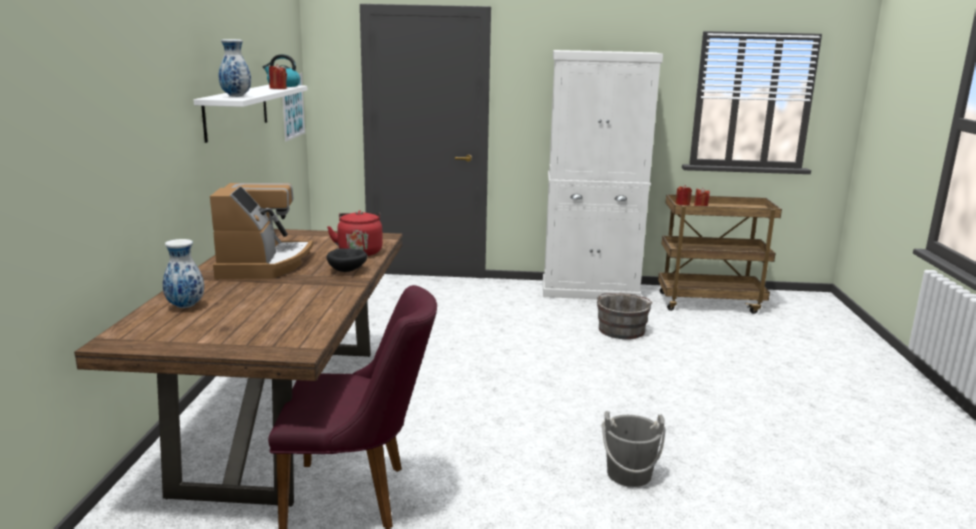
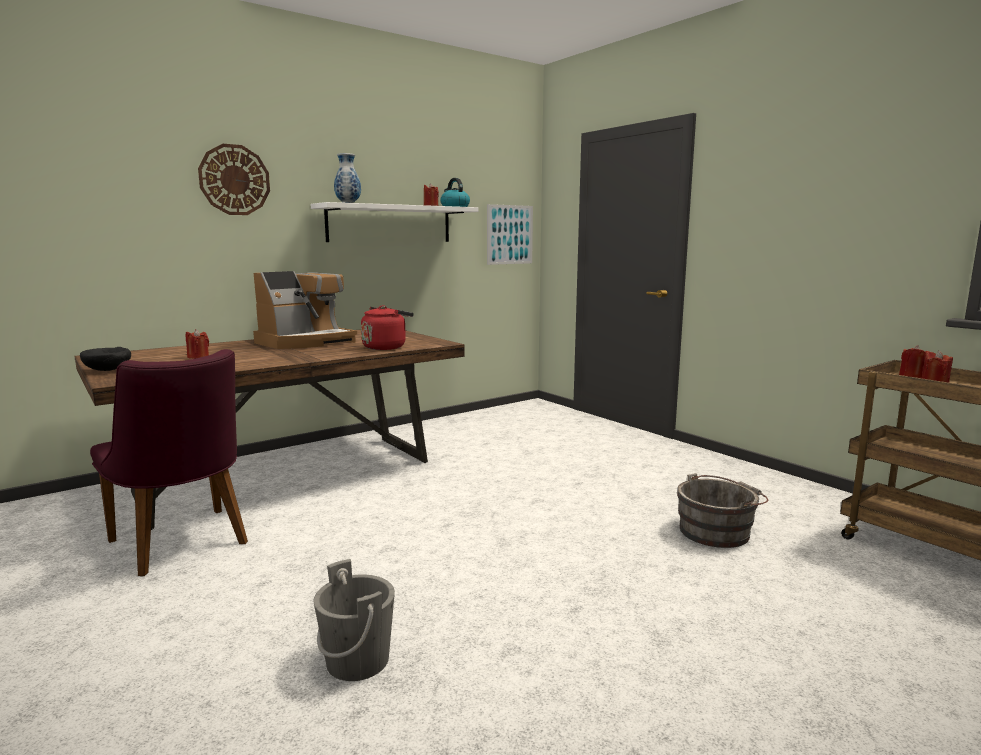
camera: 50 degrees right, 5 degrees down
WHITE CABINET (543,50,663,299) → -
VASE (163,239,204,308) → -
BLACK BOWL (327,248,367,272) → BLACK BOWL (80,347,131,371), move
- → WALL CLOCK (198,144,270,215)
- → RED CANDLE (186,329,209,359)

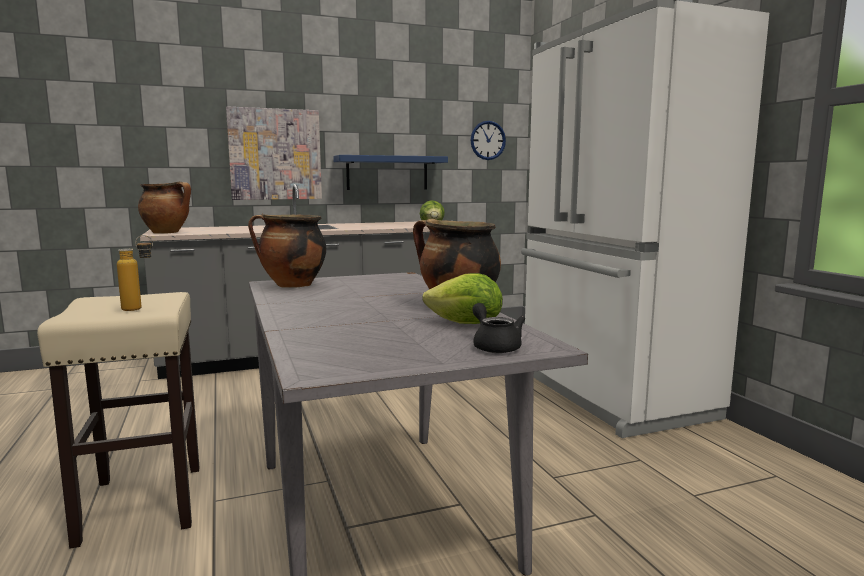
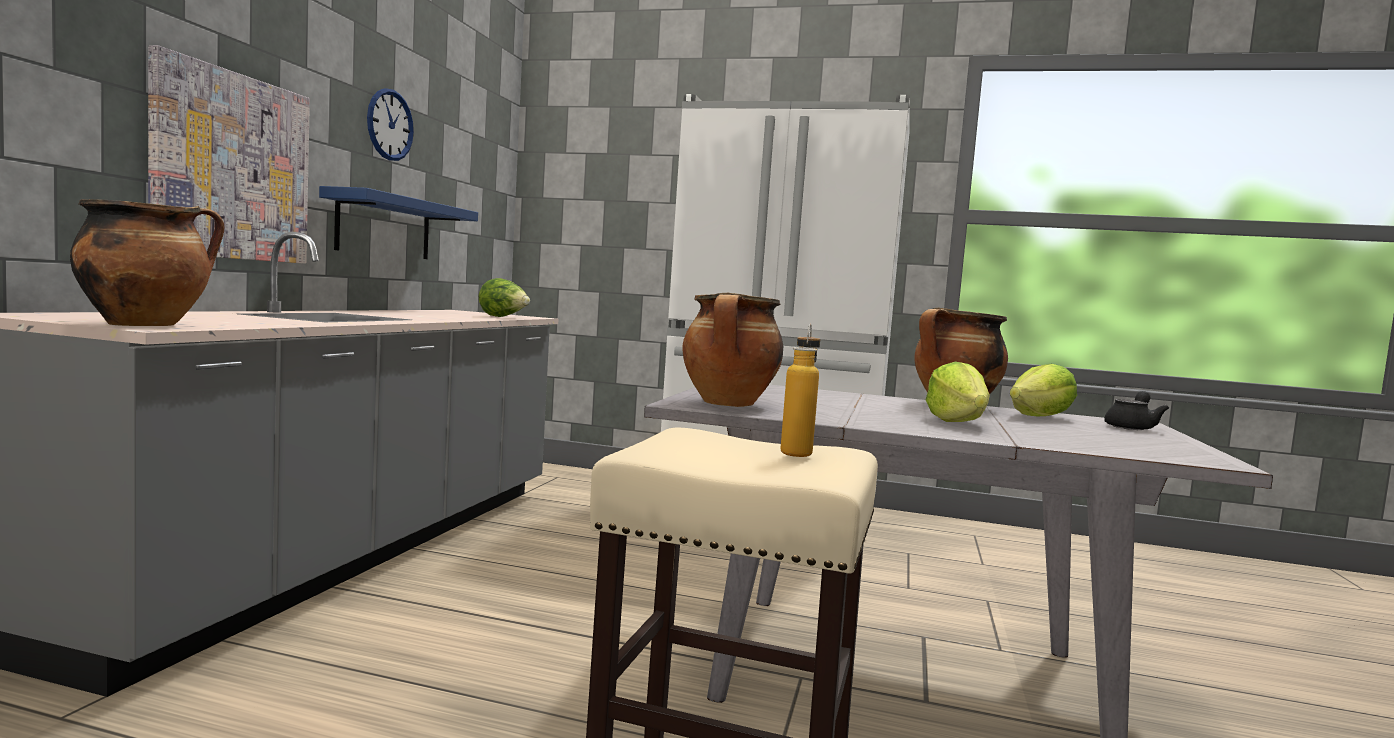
camera: 55 degrees left, 5 degrees down
WALL CLOCK (470,121,506,160) → WALL CLOCK (367,88,414,161), move
BLACK TEAPOT (472,303,525,353) → BLACK TEAPOT (1104,391,1169,430), 120 degrees clockwise
- → LETTUCE (925,361,990,422)

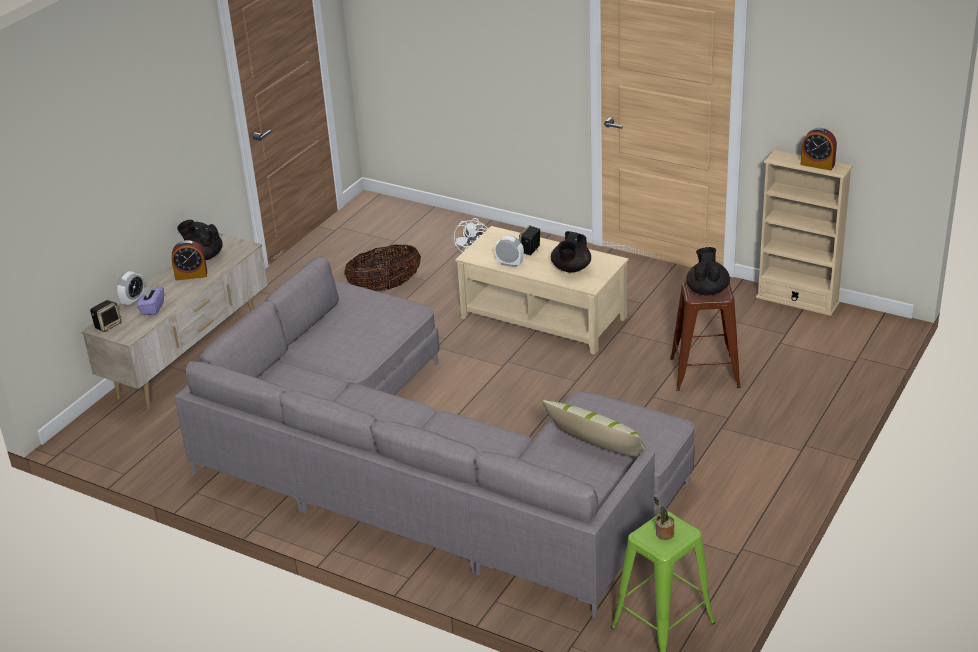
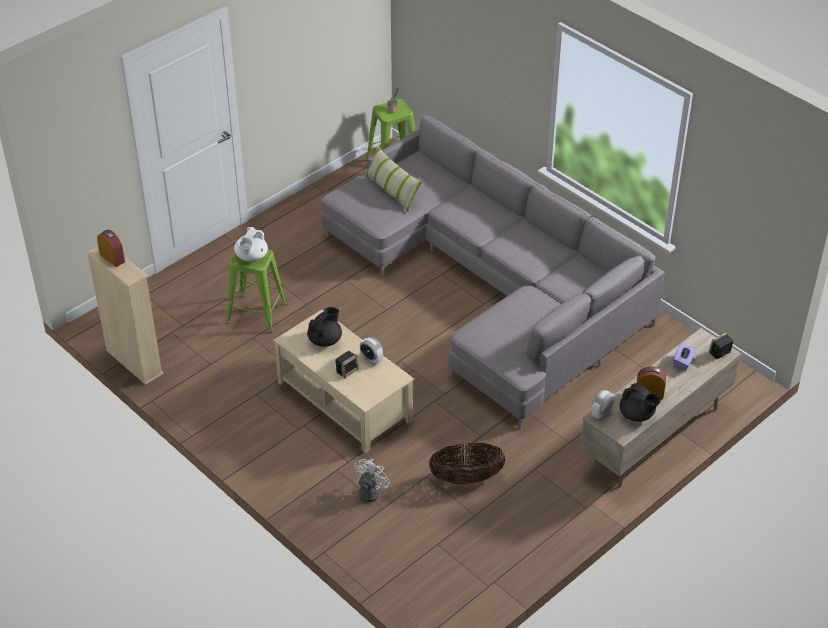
camera: 165 degrees left, 10 degrees up
BLACK TEAPOT (686,247,730,295) → WHITE TEAPOT (234,227,268,261)
ALARM CLOCK (117,271,144,306) → ALARM CLOCK (592,390,615,419), move
BROWN STOOL (670,281,741,391) → GREEN STOOL (226,250,287,333)

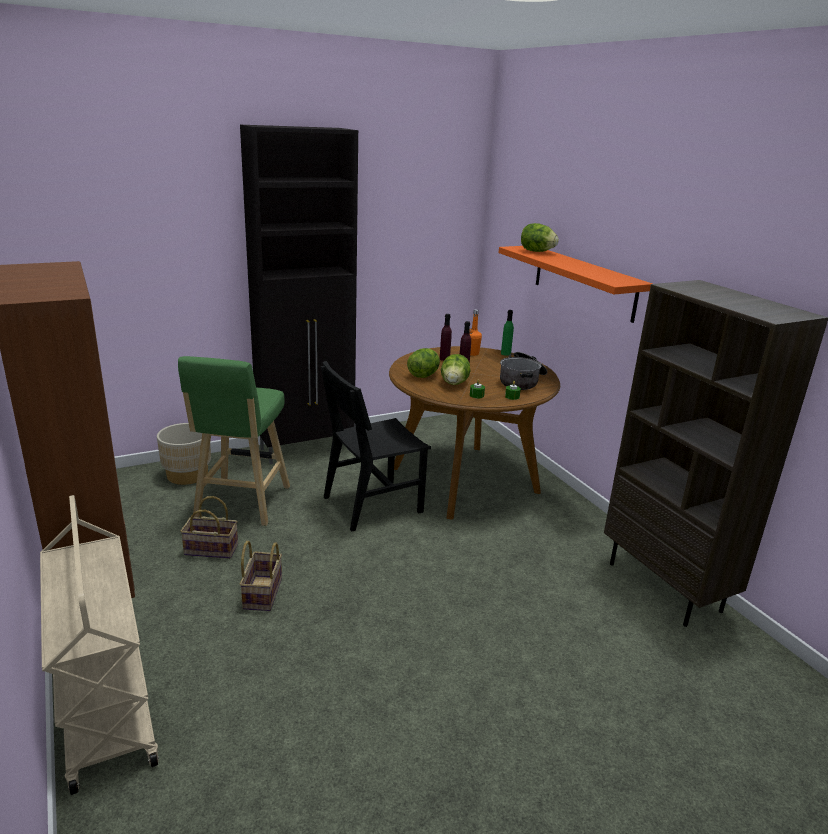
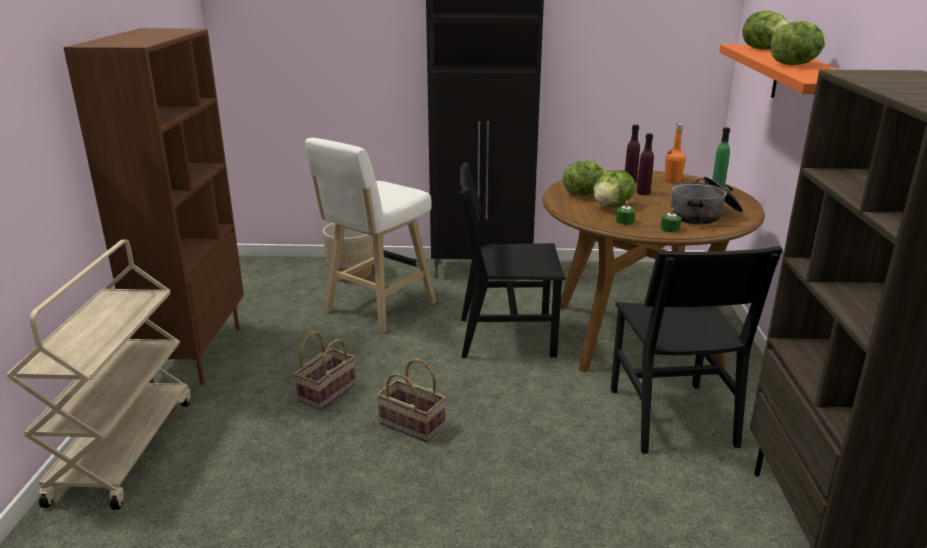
camera: 30 degrees right, 0 degrees up
GREEN STOOL (178,356,290,526) → WHITE STOOL (305,138,436,333)
BASKET (180,496,238,559) → BASKET (377,359,446,443), move
- → LETTUCE (770,21,825,65)
- → BLACK CHAIR (611,246,783,454)

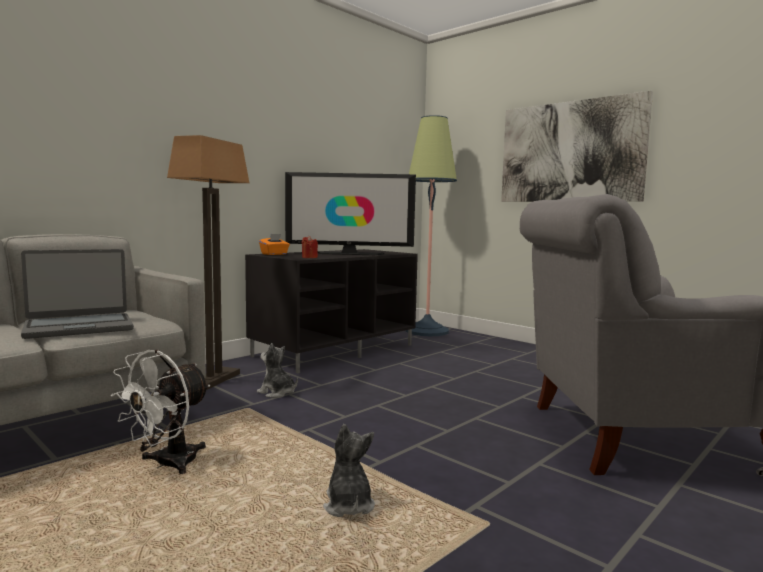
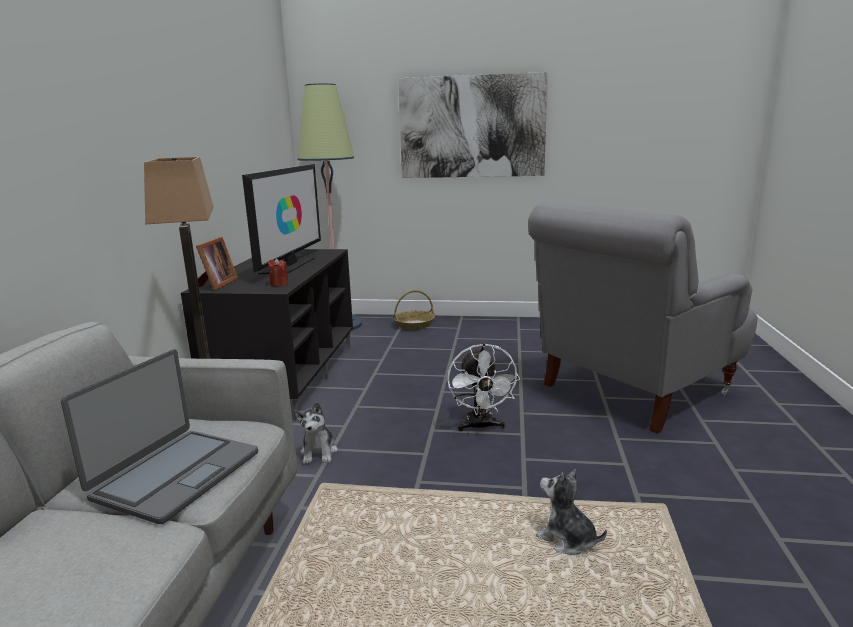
camera: 35 degrees left, 10 degrees up
TELEVISION (285,172,416,255) → TELEVISION (242,164,321,274), 45 degrees counterclockwise
ORANGE TISSUE BOX (259,234,290,255) → PICTURE FRAME (196,237,238,290)
PLUSH TOY (257,343,298,398) → PLUSH TOY (294,402,338,464), 90 degrees counterclockwise
WHITE FAN (110,350,210,474) → WHITE FAN (447,343,520,431), move
- → BASKET (393,290,435,330)

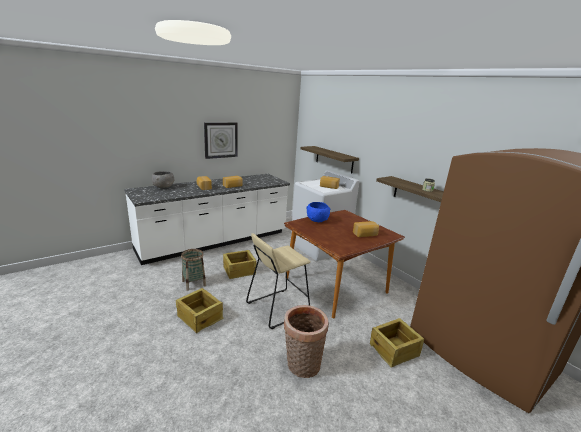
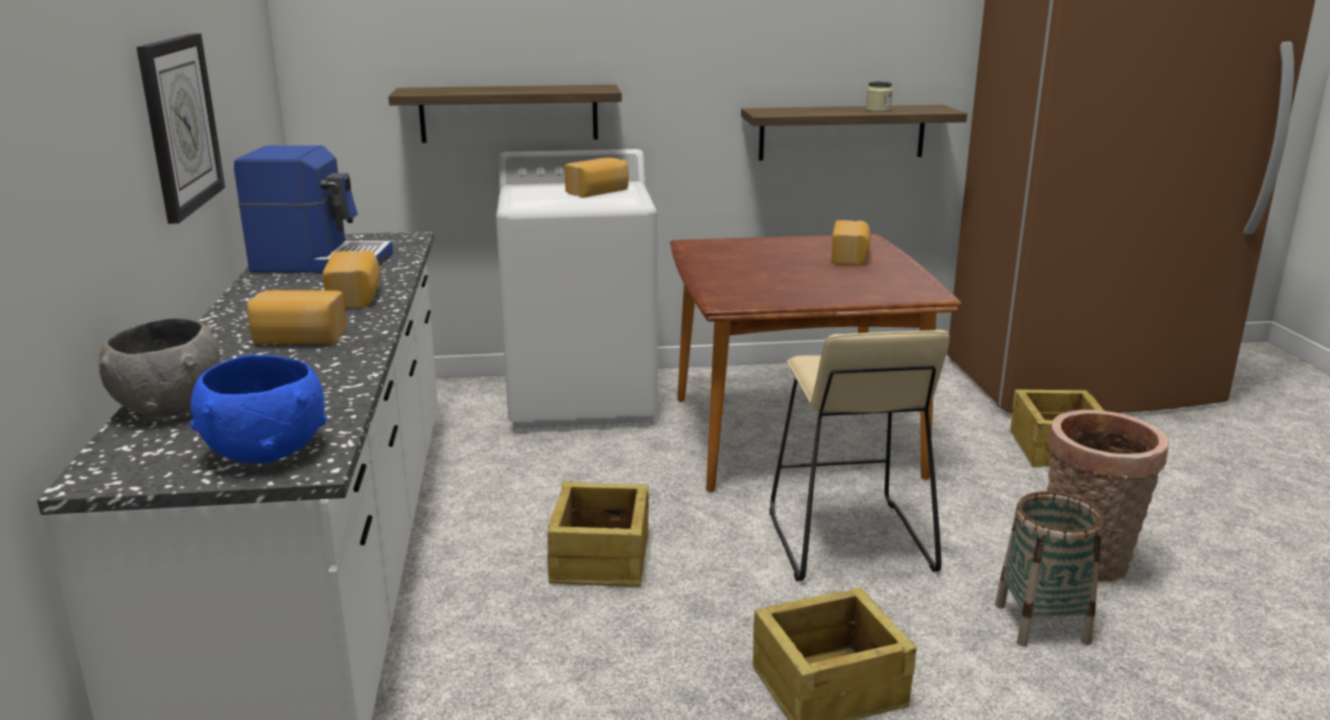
camera: 60 degrees left, 0 degrees up
BLUE BOWL (306,202,331,222) → BLUE BOWL (190,354,327,463), move
BASKET (181,249,206,291) → BASKET (995,491,1103,647), move
- → COFFEE MACHINE (234,145,393,273)

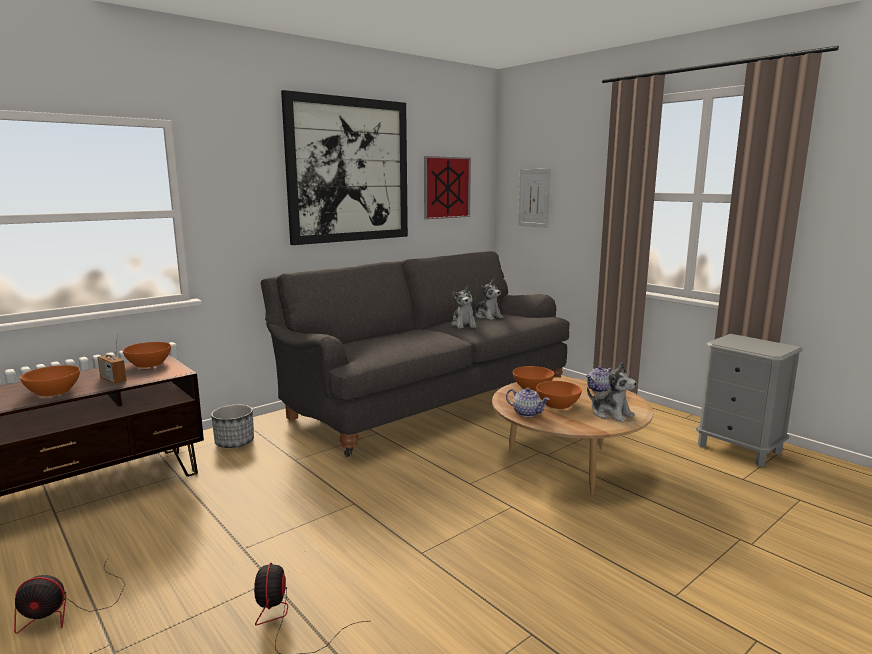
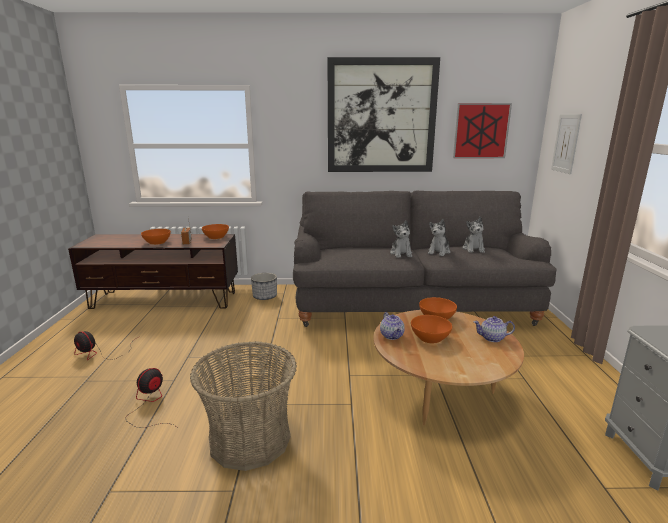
camera: 40 degrees right, 5 degrees up
PLUSH TOY (587,363,637,422) → PLUSH TOY (390,220,412,258), move
- → BASKET (190,341,297,471)

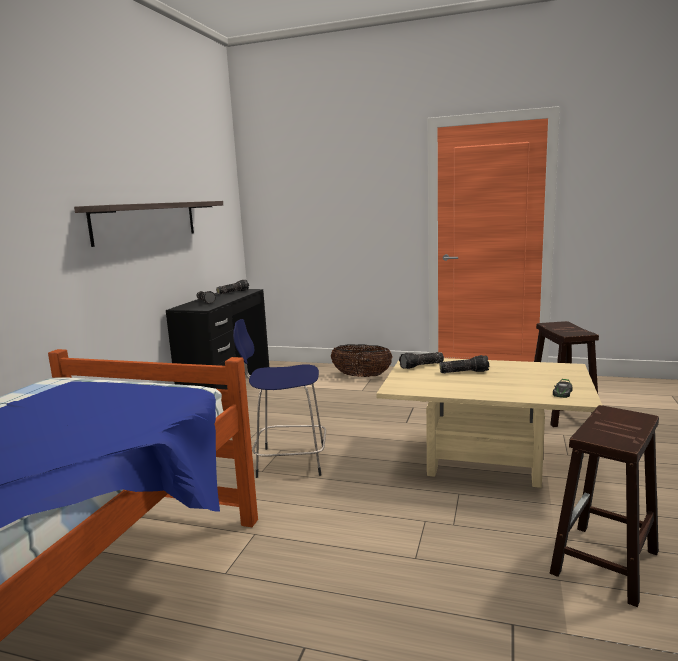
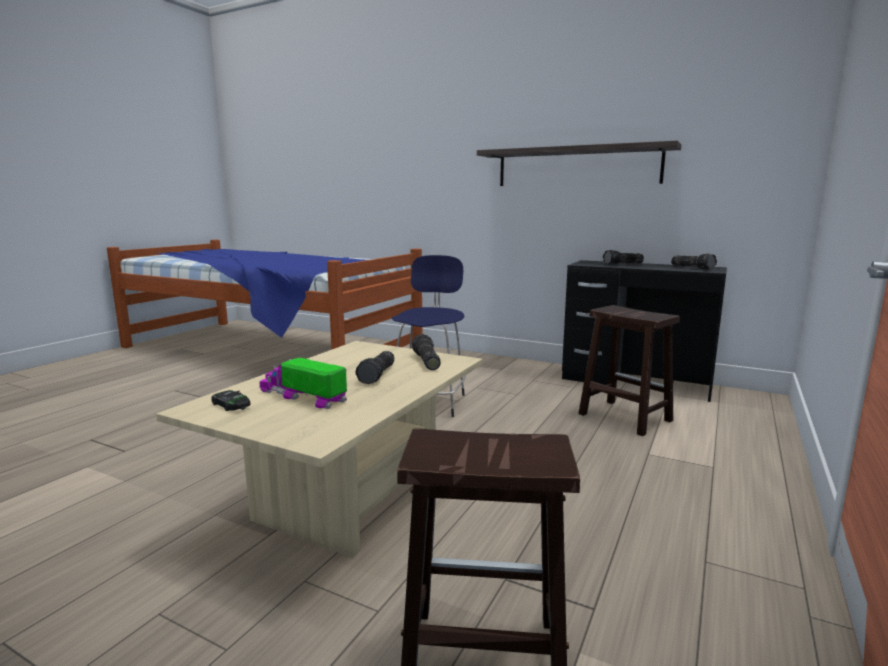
camera: 100 degrees right, 0 degrees up
BASKET (331,344,392,377) → -
BROWN STOOL (550,405,659,607) → BROWN STOOL (578,305,680,436), move
- → TOY TRUCK (259,358,347,409)

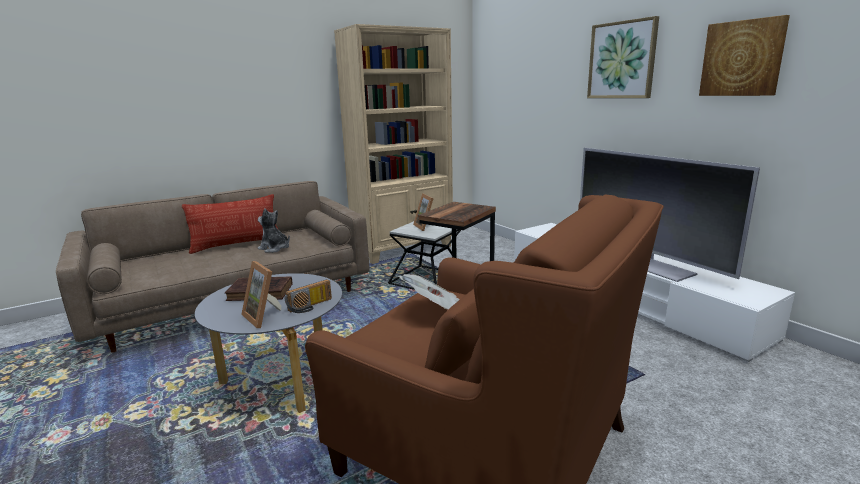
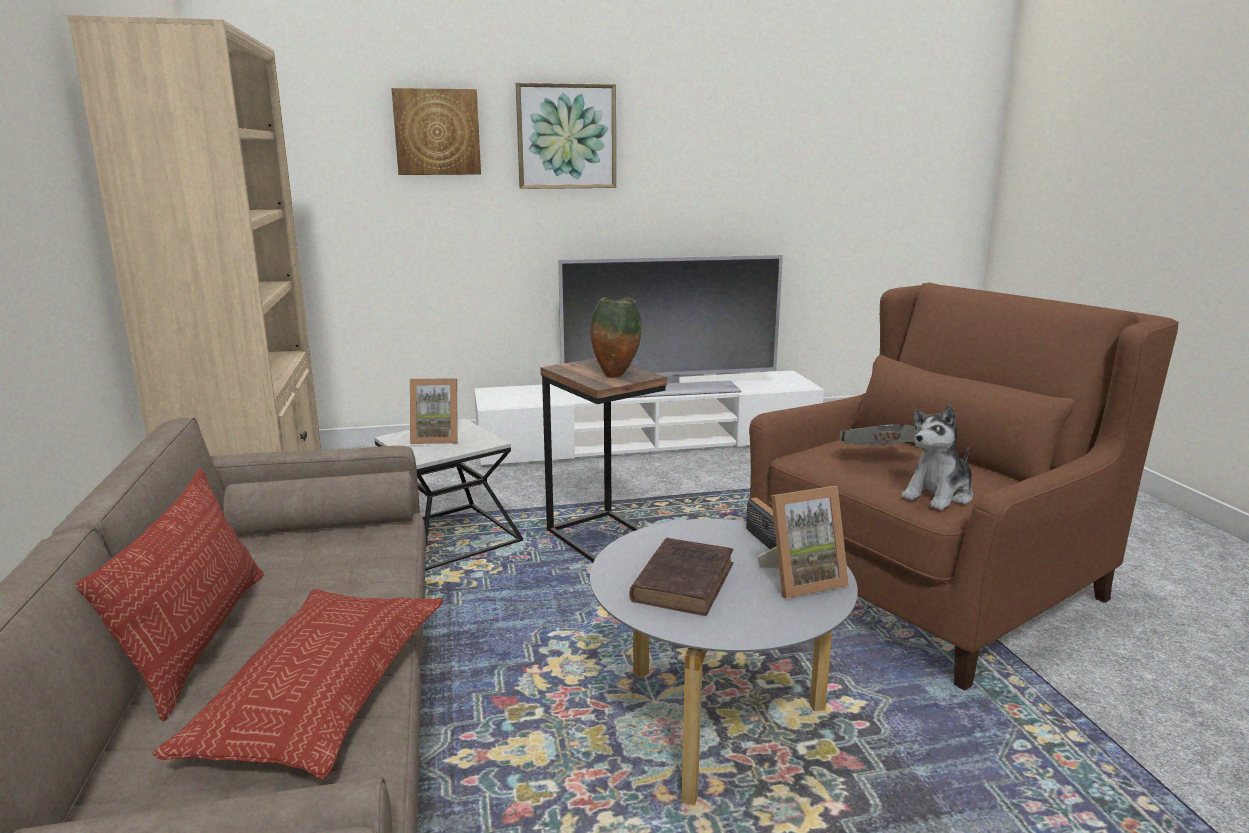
camera: 70 degrees left, 0 degrees up
PICTURE (699,15,790,96) → PICTURE (391,88,481,175), move
PLUSH TOY (258,208,290,253) → PLUSH TOY (901,405,973,510), move
- → VASE (590,297,642,378)
- → PILLOW (152,589,443,780)

